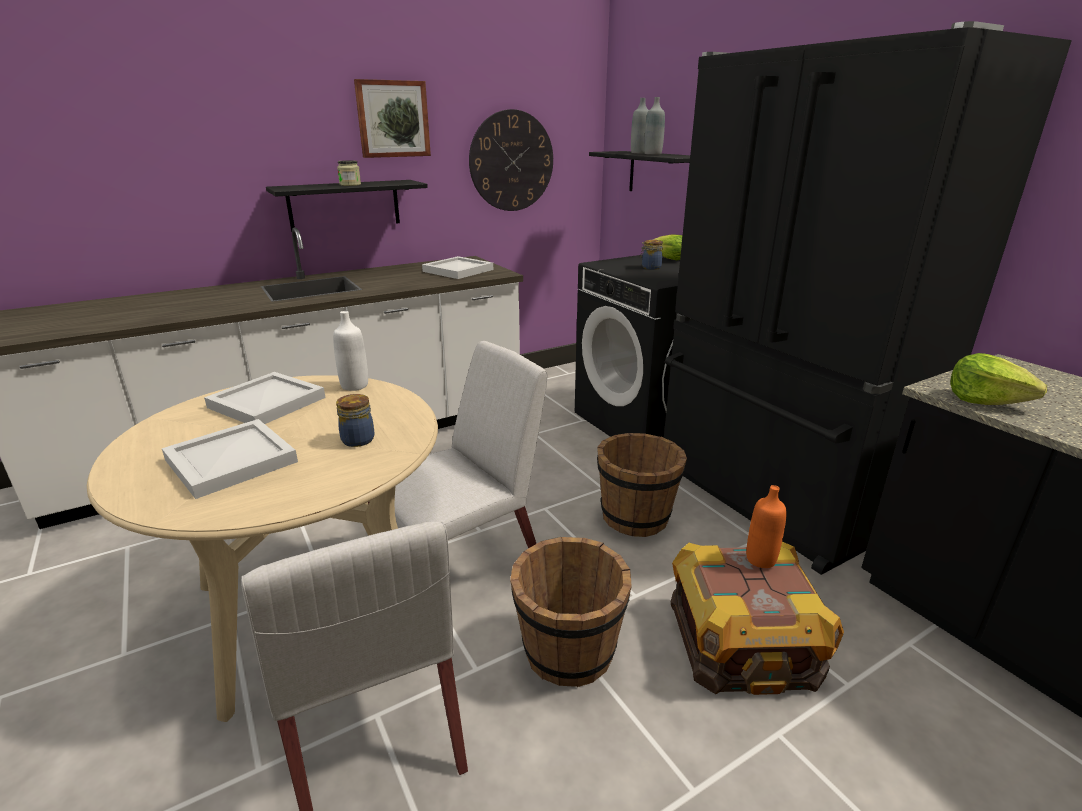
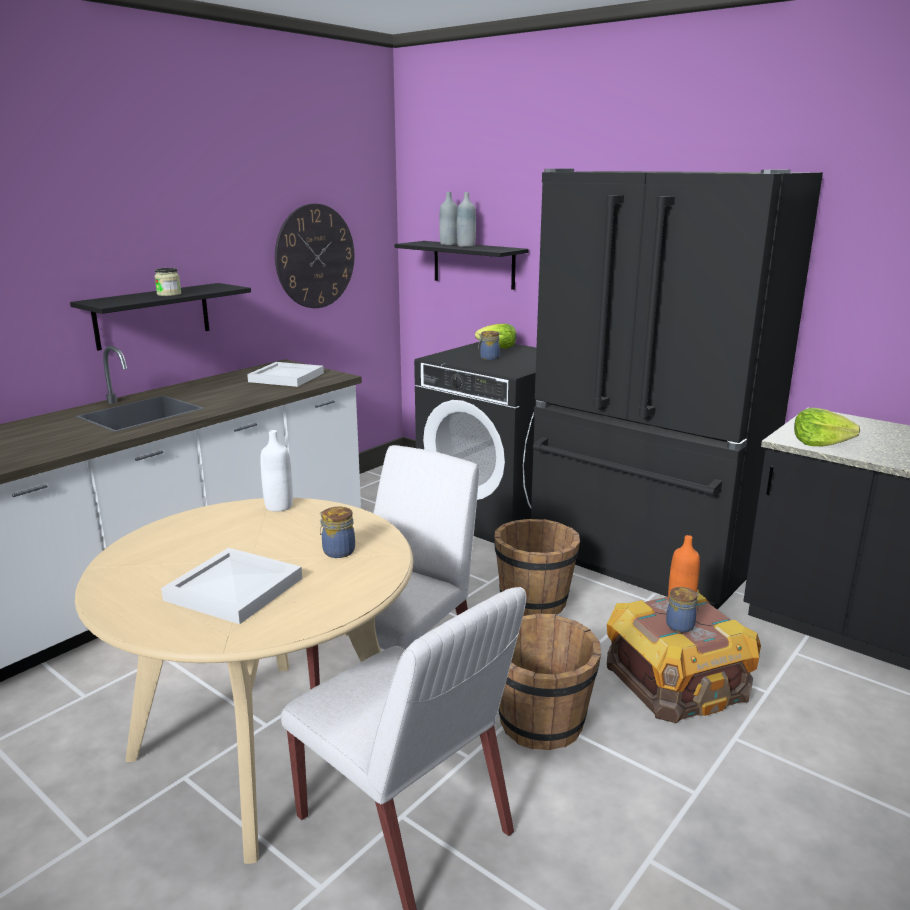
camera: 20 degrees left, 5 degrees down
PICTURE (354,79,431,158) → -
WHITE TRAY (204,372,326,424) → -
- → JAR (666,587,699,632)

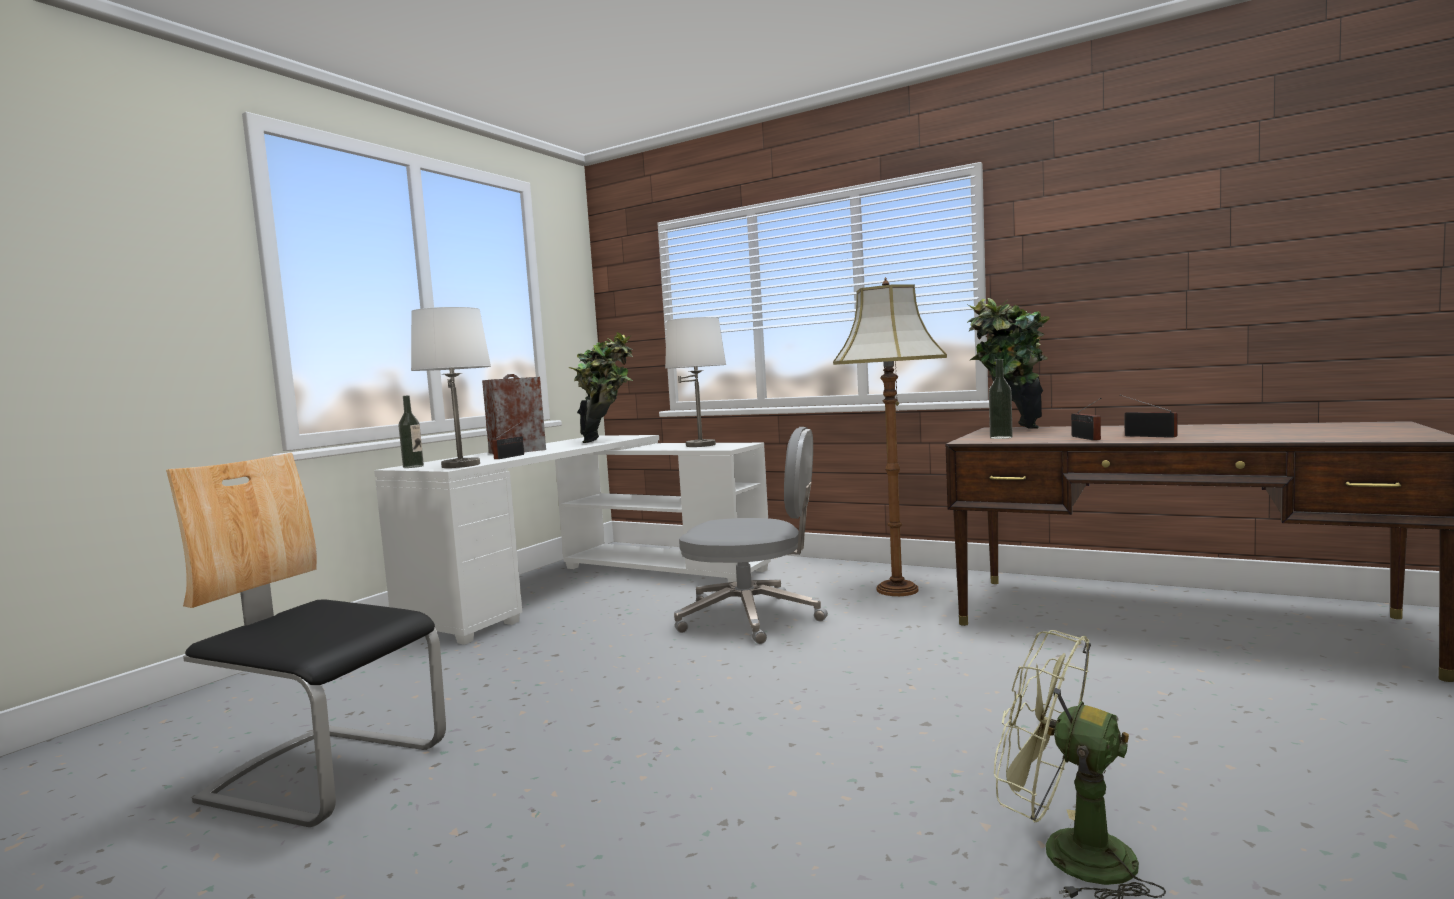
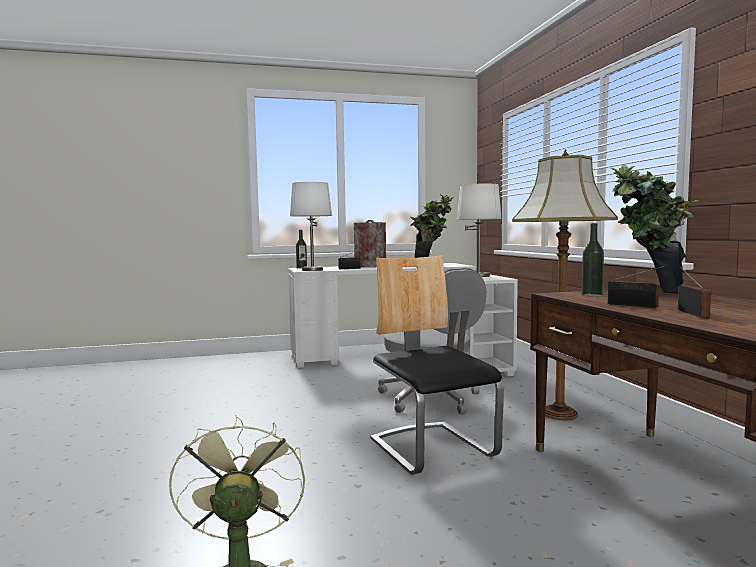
camera: 45 degrees right, 0 degrees up
RADIO (1071,398,1101,440) → RADIO (608,265,666,308), 90 degrees counterclockwise
CHAIR (166,452,446,827) → CHAIR (371,255,504,475), move

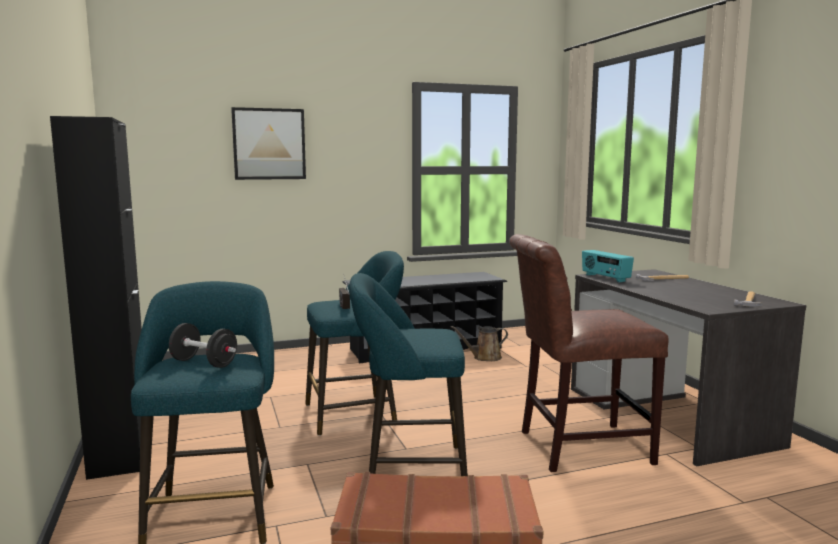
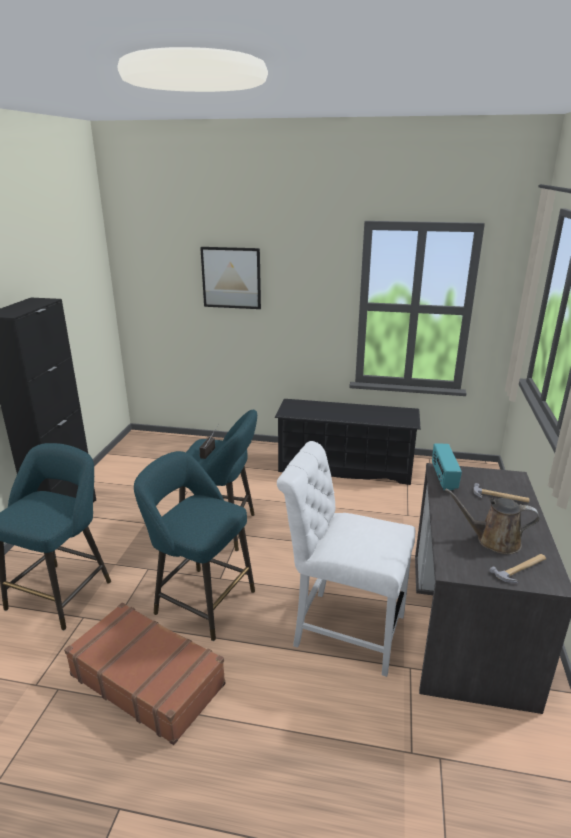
camera: 30 degrees right, 15 degrees up
BROWN CHAIR (509,234,669,472) → WHITE CHAIR (277,441,416,677)
BLACK DUMBBELL (169,323,237,368) → -
BROWN WATERING CAN (451,326,508,361) → BROWN WATERING CAN (445,488,539,554), move

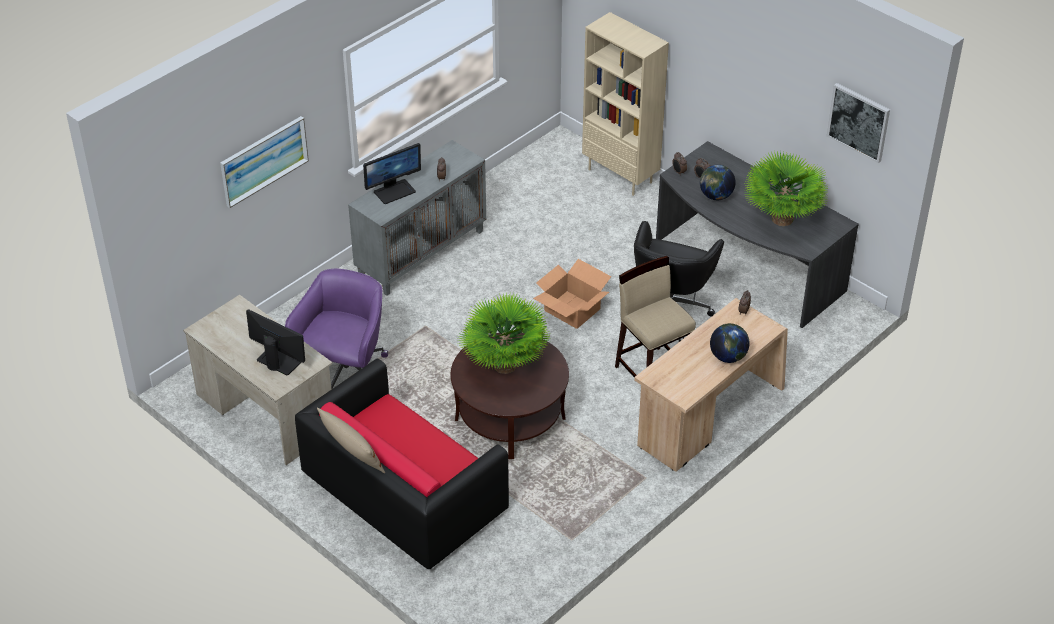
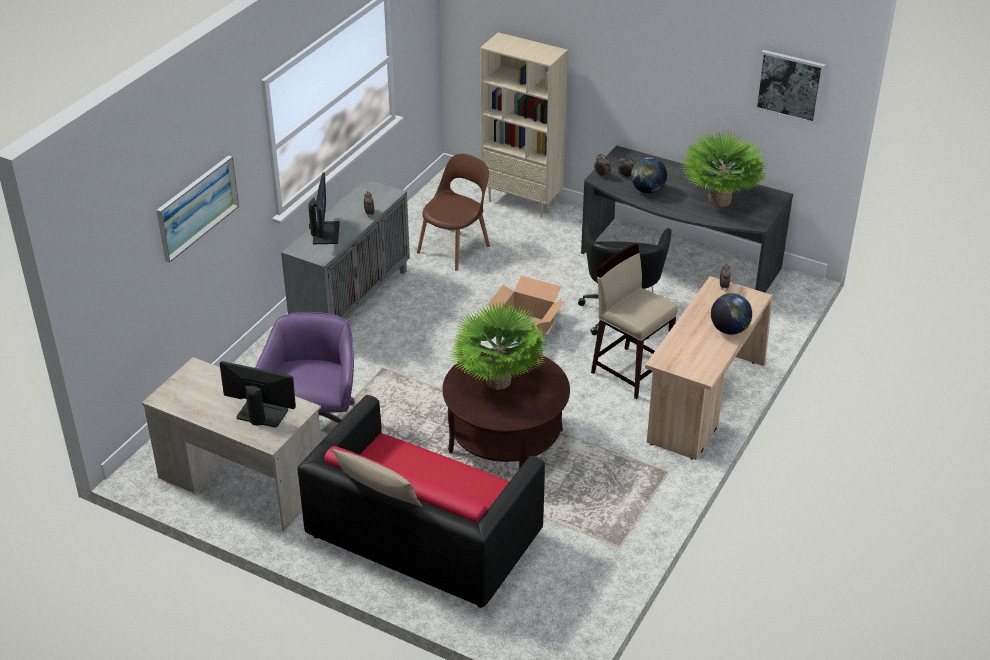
camera: 15 degrees left, 5 degrees down
MONITOR (363,143,421,204) → MONITOR (308,172,340,244), 45 degrees counterclockwise
- → BROWN CHAIR (417,154,490,271)

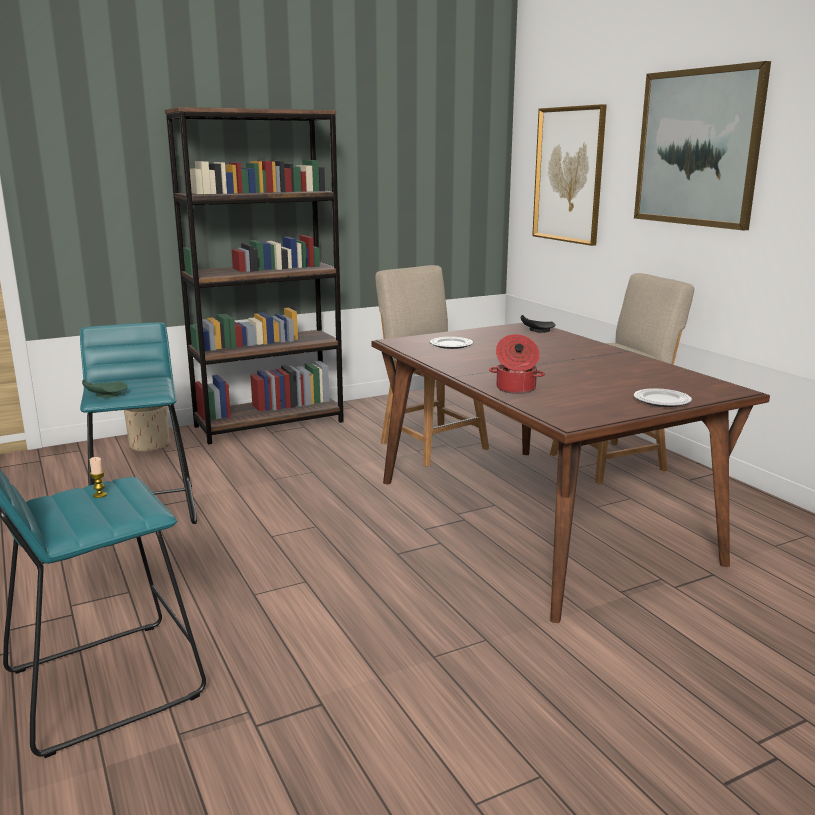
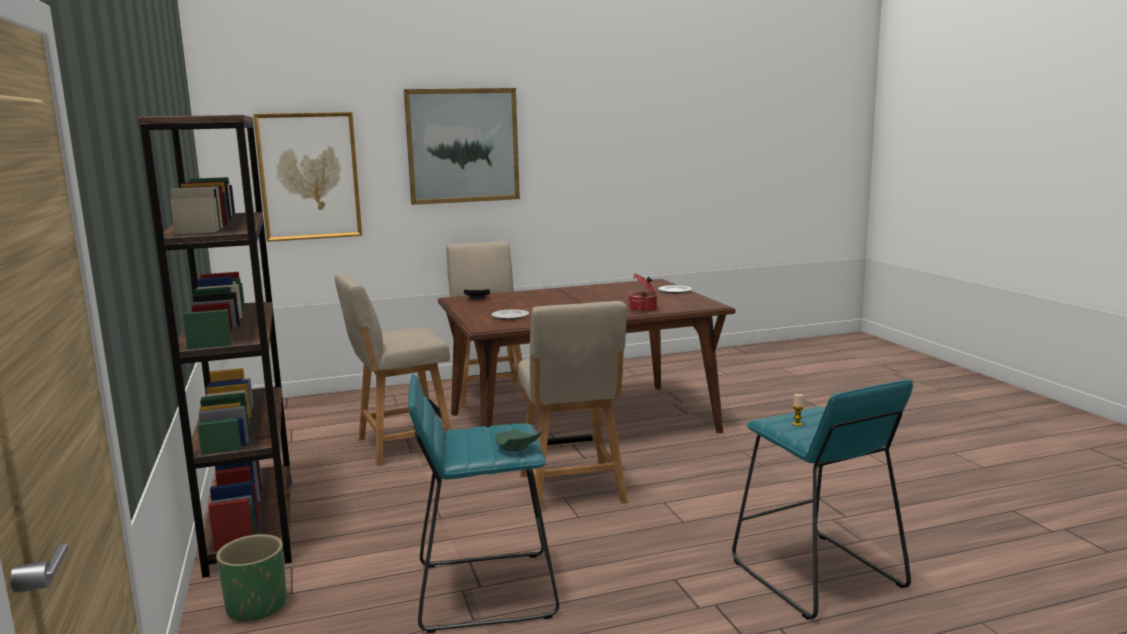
camera: 80 degrees left, 5 degrees down
BEIGE PLANTER (124,406,169,453) → GREEN PLANTER (216,534,287,624)
- → BEIGE CHAIR (518,301,628,513)

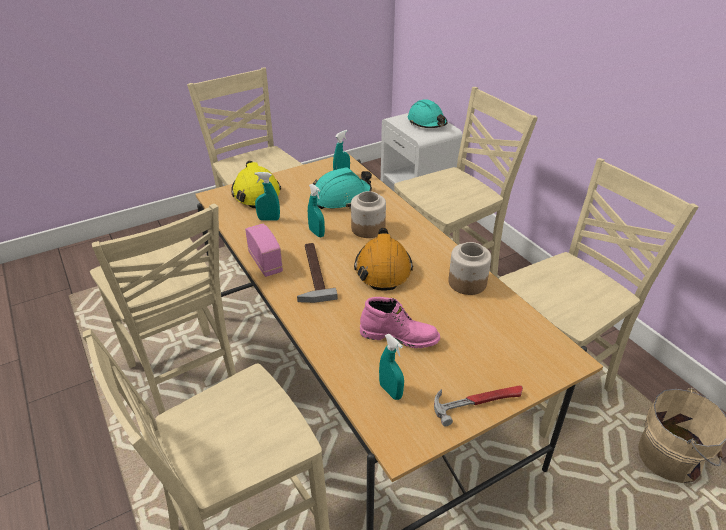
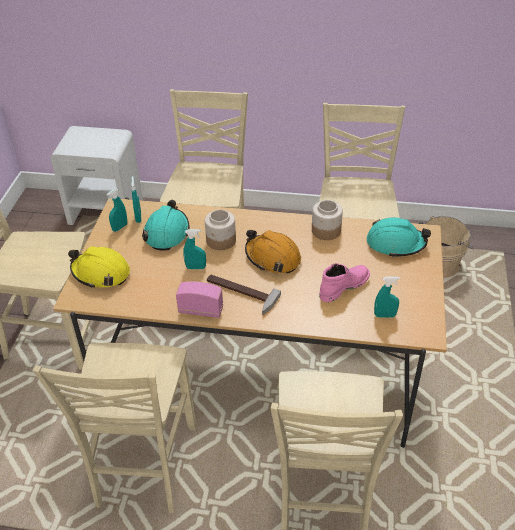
camera: 50 degrees left, 5 degrees up
TURQUOISE HARD HAT (408,99,448,128) → TURQUOISE HARD HAT (367,218,431,258), move
TURQUOISE SPRAY BOTTLE (254,172,280,221) → TURQUOISE SPRAY BOTTLE (106,189,127,232), move
BEIGE CHAIR (90,203,236,415) → BEIGE CHAIR (33,343,197,513), 90 degrees clockwise
HAMMER (434,385,523,426) → -

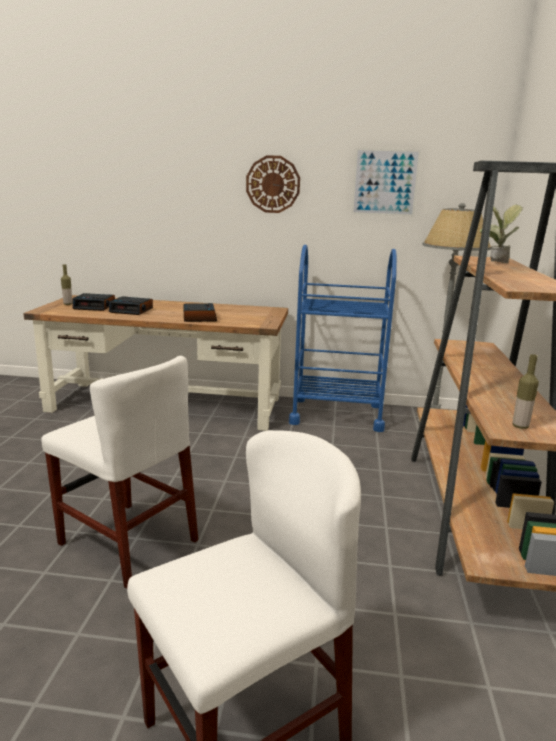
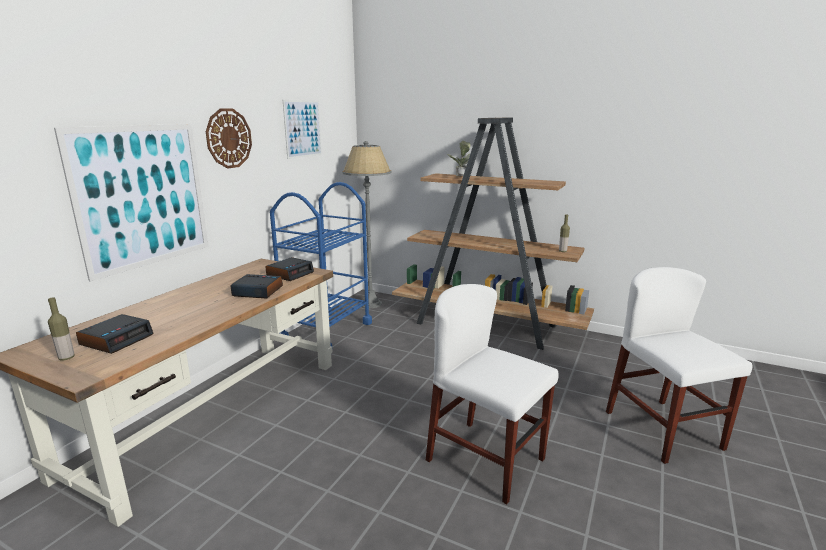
camera: 70 degrees left, 0 degrees up
ALARM CLOCK (109,296,153,315) → ALARM CLOCK (265,257,314,281), move
WHITE CHAIR (41,356,198,589) → WHITE CHAIR (426,284,558,504), 105 degrees counterclockwise
- → PICTURE (54,124,209,282)

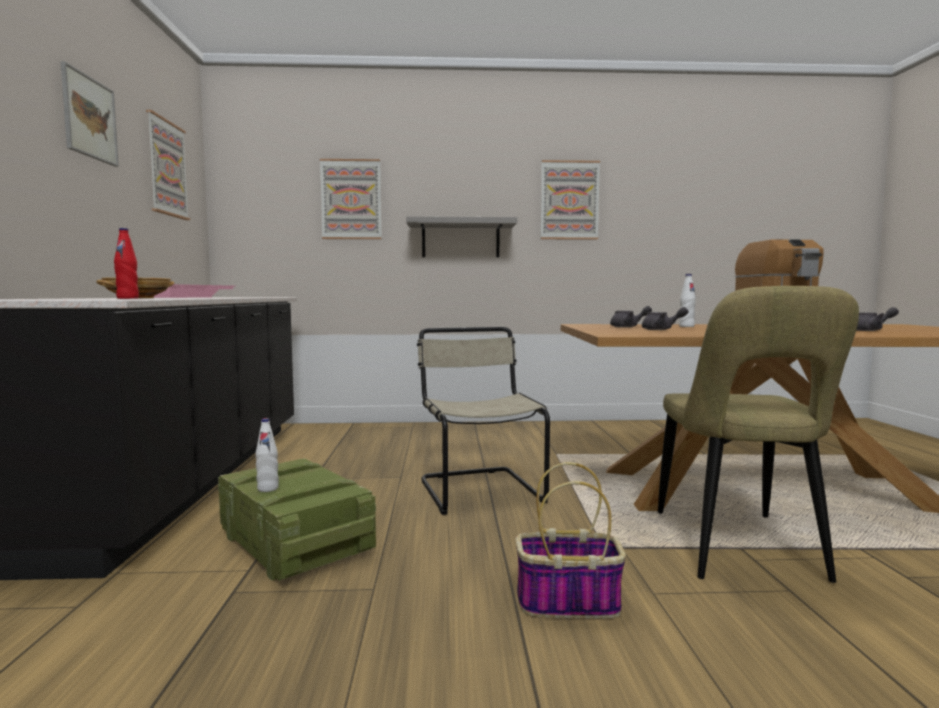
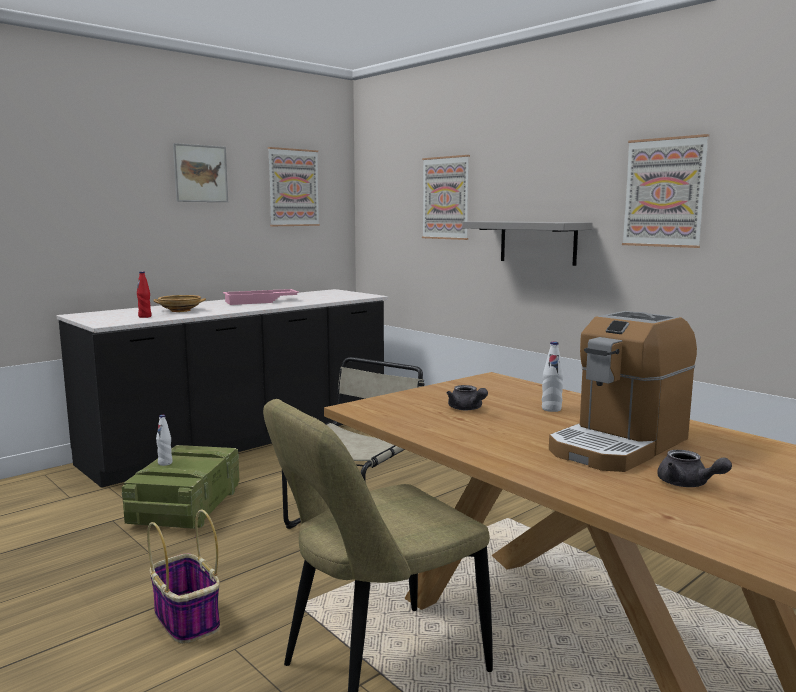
camera: 50 degrees right, 5 degrees up
GREY TEAPOT (610,306,652,327) → -

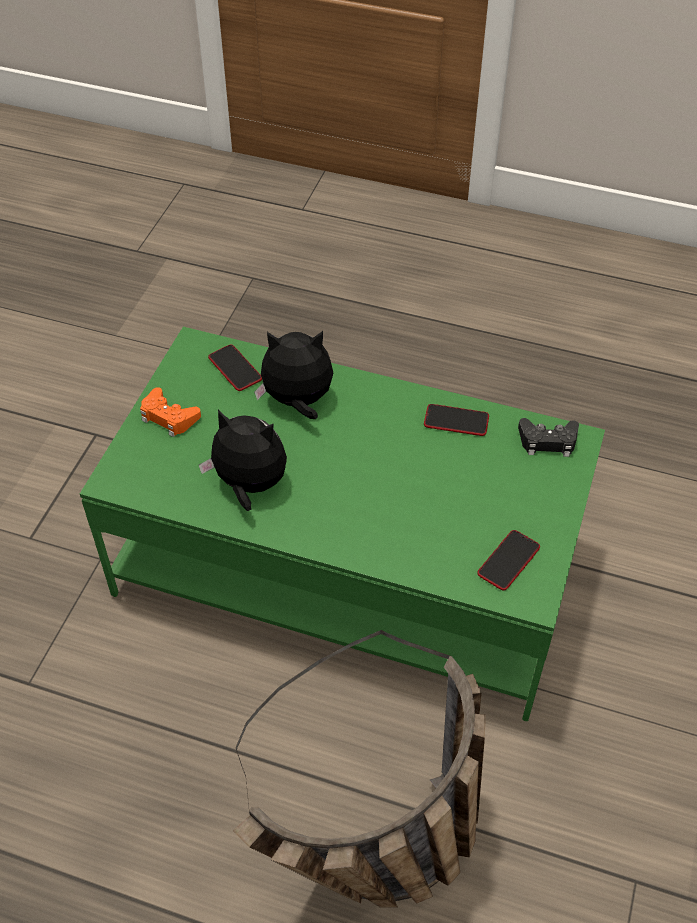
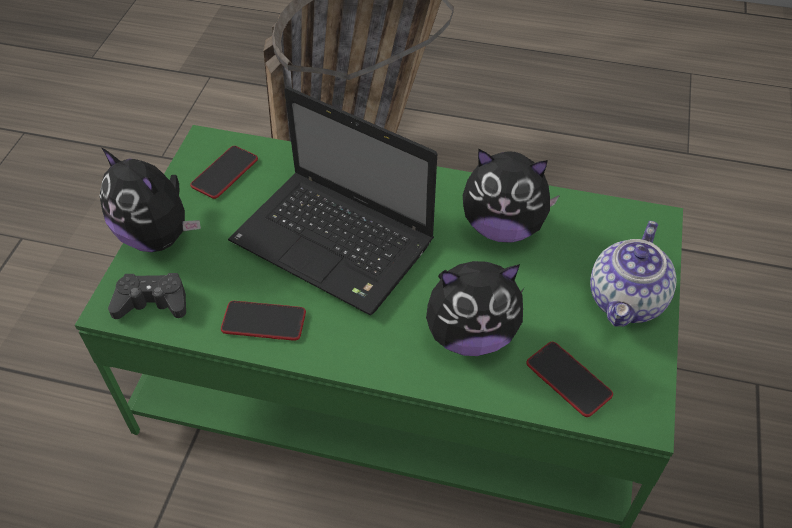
camera: 175 degrees right, 0 degrees up
ORANGE GAME CONTROLLER (140,387,201,437) → TEAPOT (590,221,677,327)
- → LAPTOP (228,87,437,316)
- → PLUSH TOY (100,147,201,252)

